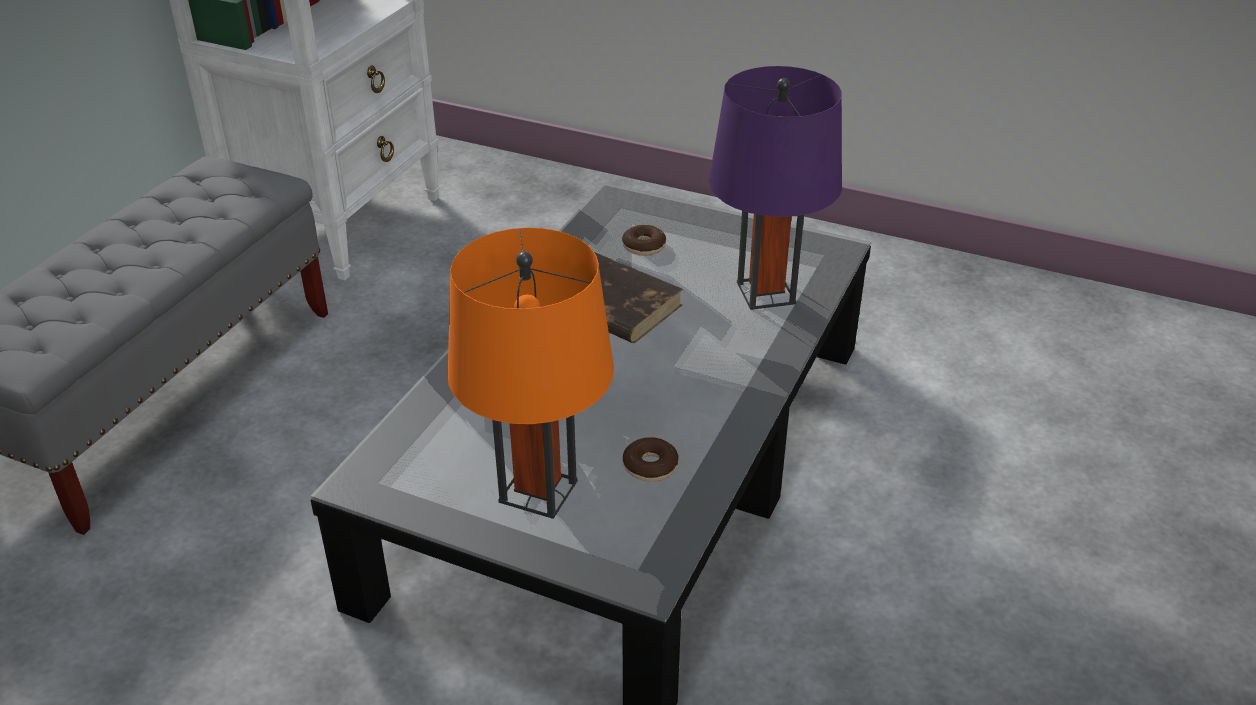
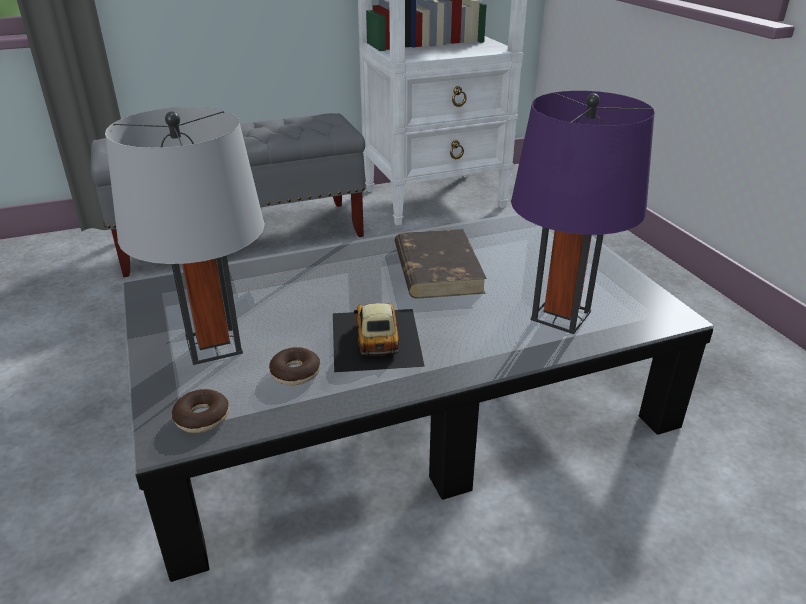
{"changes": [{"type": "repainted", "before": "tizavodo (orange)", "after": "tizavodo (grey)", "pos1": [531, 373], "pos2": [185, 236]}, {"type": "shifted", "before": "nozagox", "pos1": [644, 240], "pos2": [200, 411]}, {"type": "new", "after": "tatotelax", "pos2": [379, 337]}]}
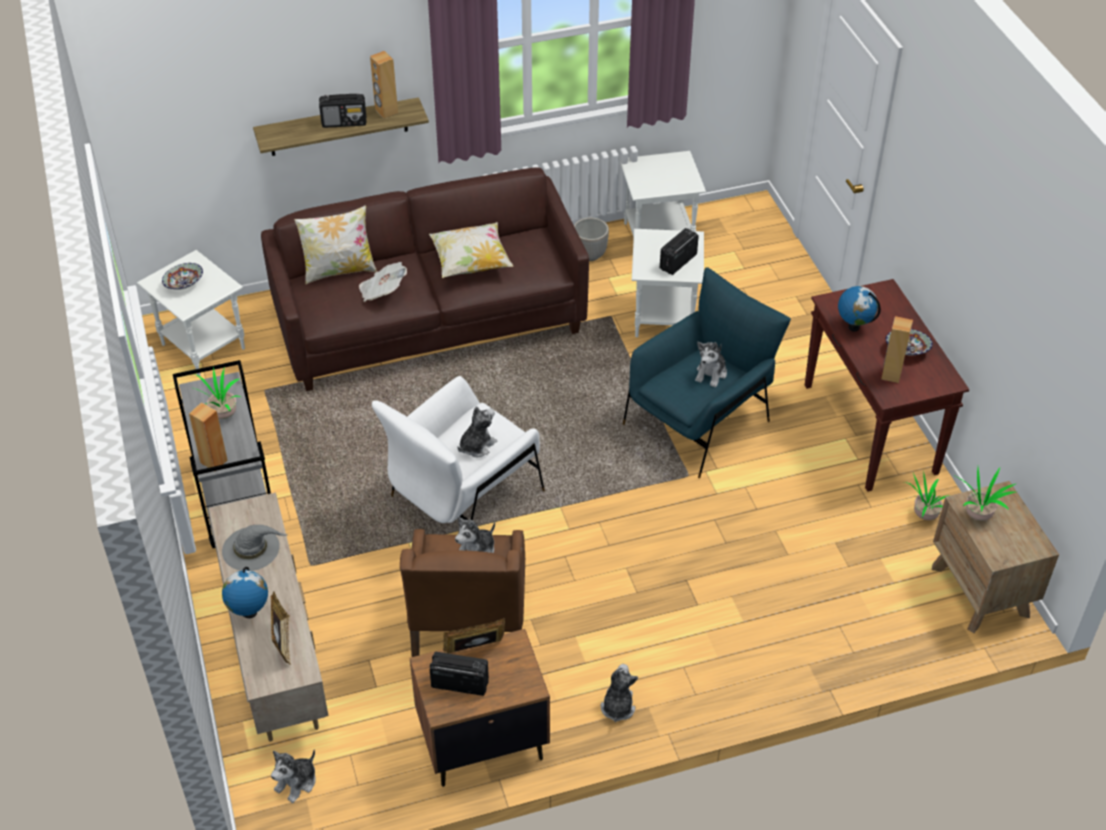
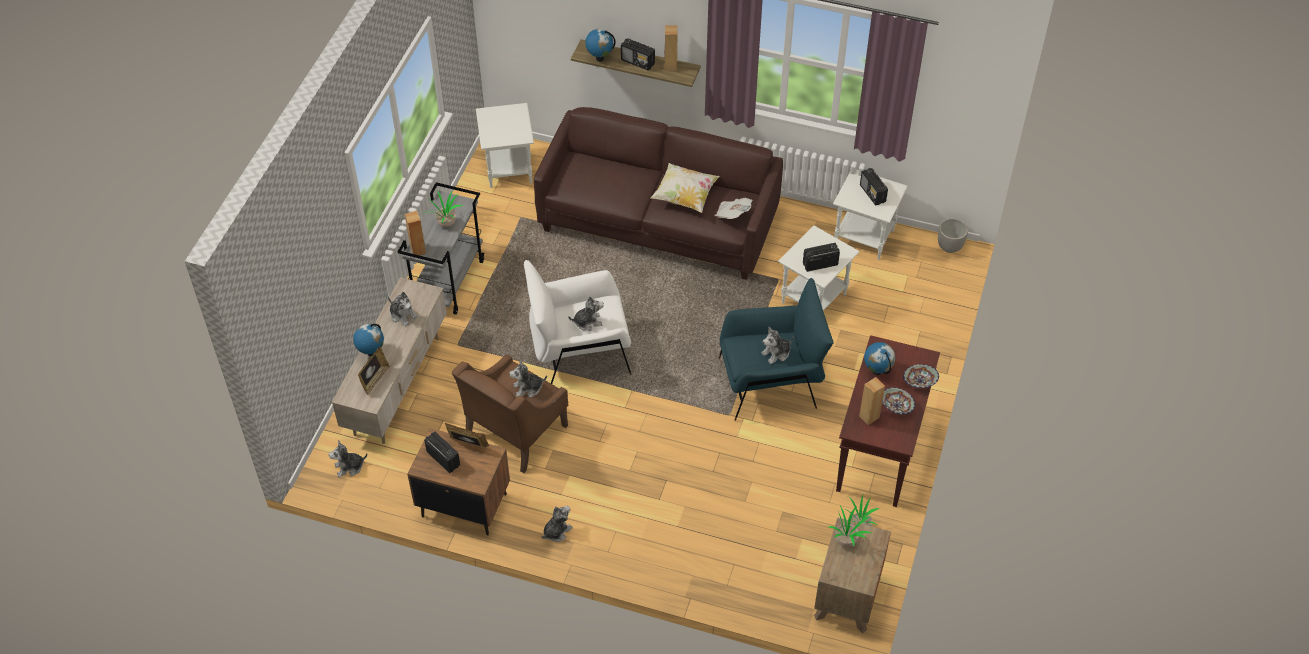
{"changes": [{"type": "shifted", "before": "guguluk", "pos1": [182, 276], "pos2": [921, 376]}, {"type": "swapped", "before": "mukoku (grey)", "after": "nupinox", "pos1": [255, 548], "pos2": [403, 309]}, {"type": "gone", "before": "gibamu", "pos1": [335, 244]}, {"type": "shifted", "before": "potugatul", "pos1": [383, 282], "pos2": [734, 208]}, {"type": "shifted", "before": "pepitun", "pos1": [591, 239], "pos2": [953, 235]}, {"type": "new", "after": "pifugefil", "pos2": [600, 45]}, {"type": "new", "after": "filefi", "pos2": [874, 187]}]}
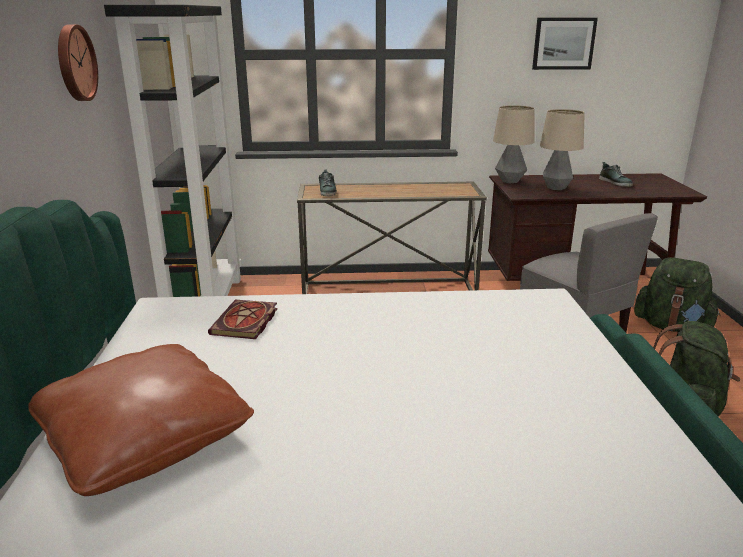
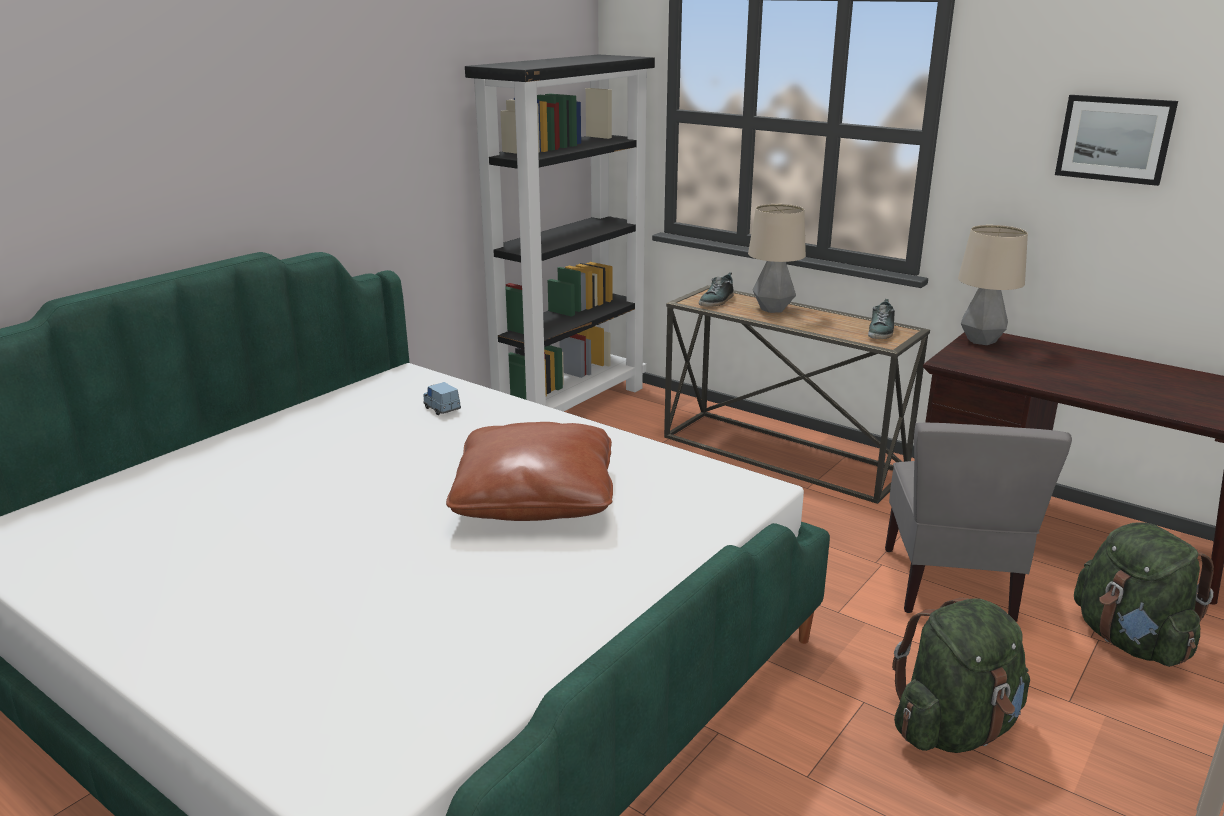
{"changes": [{"type": "shifted", "before": "gibamu (brown)", "pos1": [141, 420], "pos2": [529, 471]}, {"type": "gone", "before": "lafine", "pos1": [78, 62]}, {"type": "swapped", "before": "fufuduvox", "after": "tatotelax (blue)", "pos1": [243, 319], "pos2": [442, 398]}, {"type": "shifted", "before": "tizavodo", "pos1": [562, 149], "pos2": [777, 258]}, {"type": "shifted", "before": "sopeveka", "pos1": [616, 174], "pos2": [881, 319]}]}
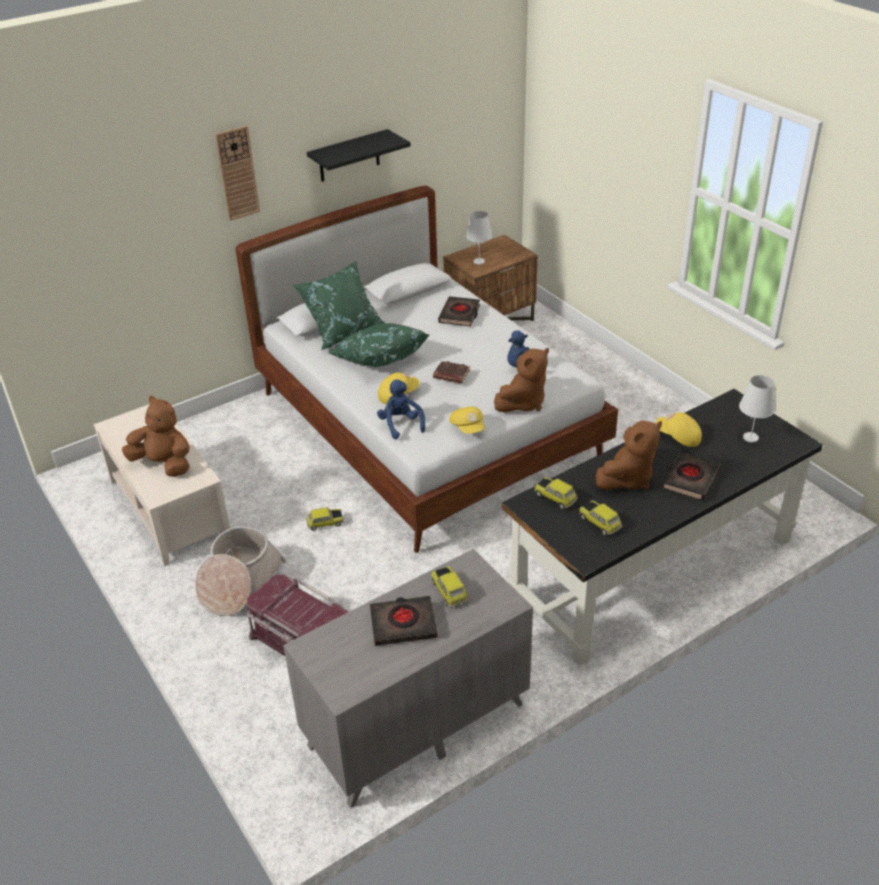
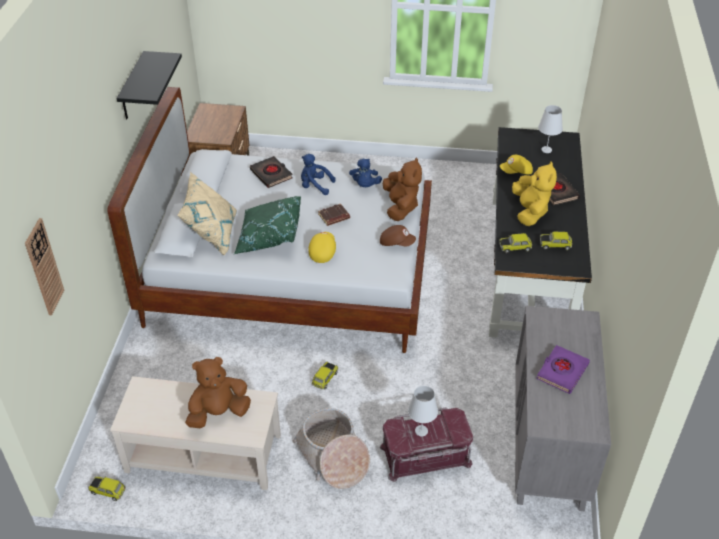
{"changes": [{"type": "shifted", "before": "lafine", "pos1": [237, 173], "pos2": [44, 266]}, {"type": "repainted", "before": "gibamu (green)", "after": "gibamu (beige)", "pos1": [338, 305], "pos2": [207, 213]}, {"type": "repainted", "before": "fufuduvox (black)", "after": "fufuduvox (purple)", "pos1": [404, 621], "pos2": [563, 369]}, {"type": "shifted", "before": "nupinox (blue)", "pos1": [401, 409], "pos2": [318, 174]}, {"type": "shifted", "before": "tatotelax", "pos1": [449, 586], "pos2": [107, 488]}, {"type": "repainted", "before": "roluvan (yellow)", "after": "roluvan (brown)", "pos1": [467, 420], "pos2": [398, 235]}, {"type": "shifted", "before": "tizavodo (white)", "pos1": [479, 237], "pos2": [423, 411]}, {"type": "repainted", "before": "nupinox (brown)", "after": "nupinox (yellow)", "pos1": [628, 455], "pos2": [534, 194]}]}
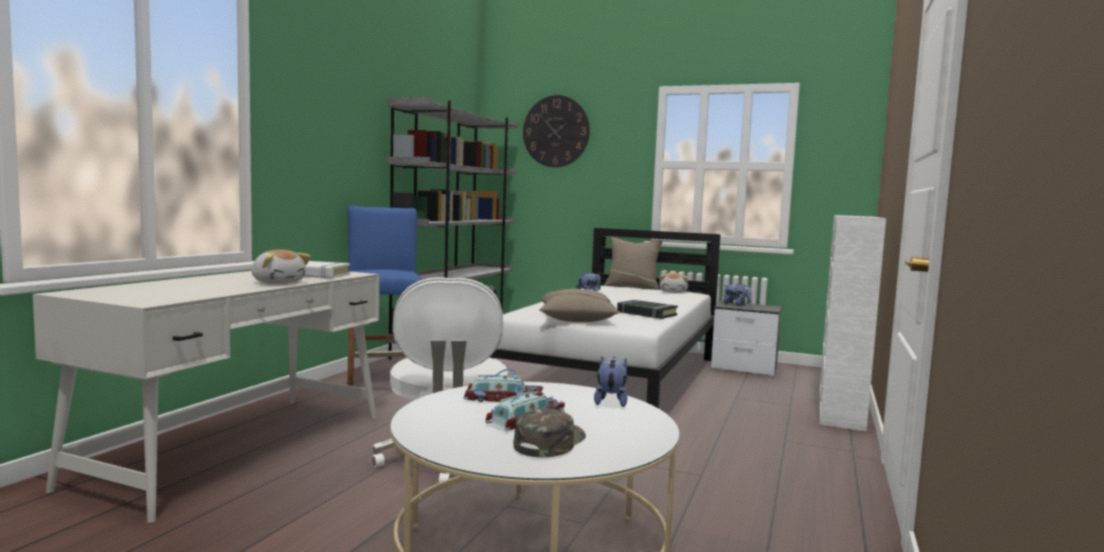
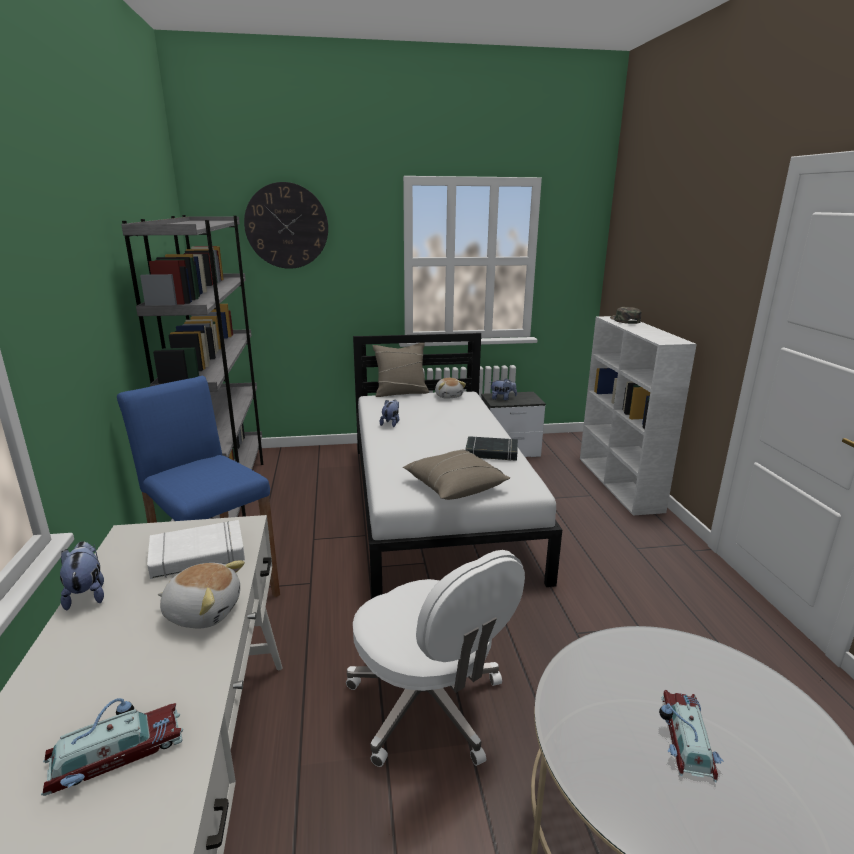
{"changes": [{"type": "shifted", "before": "tatotelax", "pos1": [503, 385], "pos2": [112, 747]}, {"type": "shifted", "before": "roluvan (green)", "pos1": [549, 432], "pos2": [626, 315]}, {"type": "shifted", "before": "nupinox", "pos1": [610, 381], "pos2": [82, 575]}]}
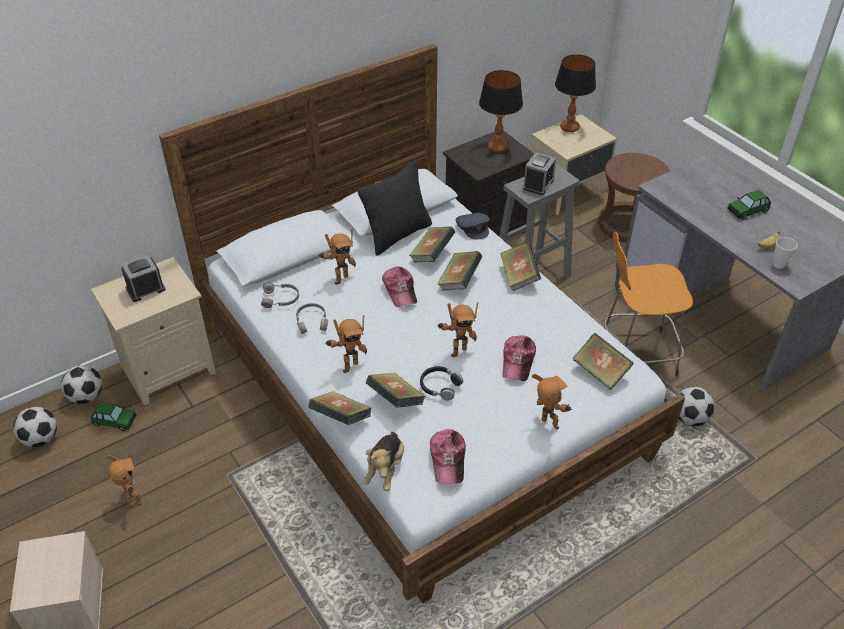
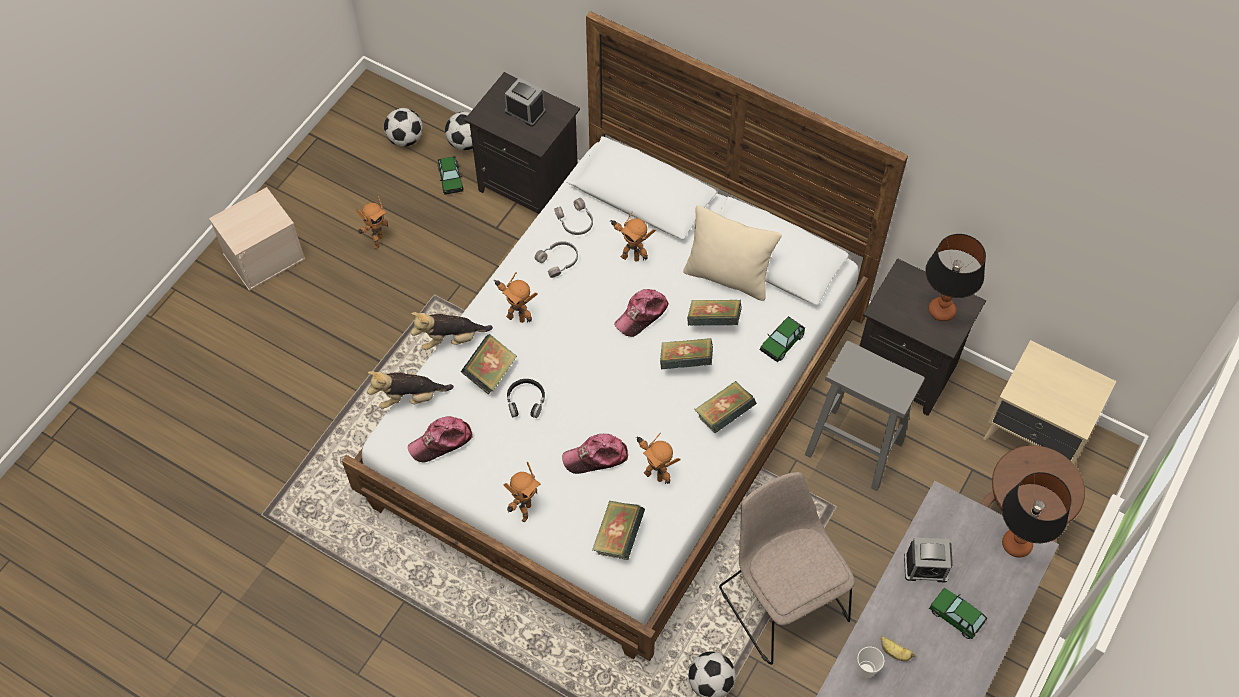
{"changes": [{"type": "repainted", "before": "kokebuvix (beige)", "after": "kokebuvix (black)", "pos1": [153, 331], "pos2": [522, 142]}, {"type": "swapped", "before": "fufuduvox", "after": "nupinox", "pos1": [340, 408], "pos2": [452, 331]}, {"type": "repainted", "before": "gibamu (black)", "after": "gibamu (beige)", "pos1": [395, 207], "pos2": [732, 253]}, {"type": "shifted", "before": "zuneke", "pos1": [457, 329], "pos2": [658, 458]}, {"type": "swapped", "before": "roluvan (grey)", "after": "tatotelax", "pos1": [473, 226], "pos2": [782, 339]}, {"type": "shifted", "before": "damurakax", "pos1": [539, 173], "pos2": [928, 560]}, {"type": "shifted", "before": "tizavodo", "pos1": [575, 93], "pos2": [1036, 515]}, {"type": "swapped", "before": "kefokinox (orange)", "after": "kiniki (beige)", "pos1": [648, 304], "pos2": [787, 568]}]}
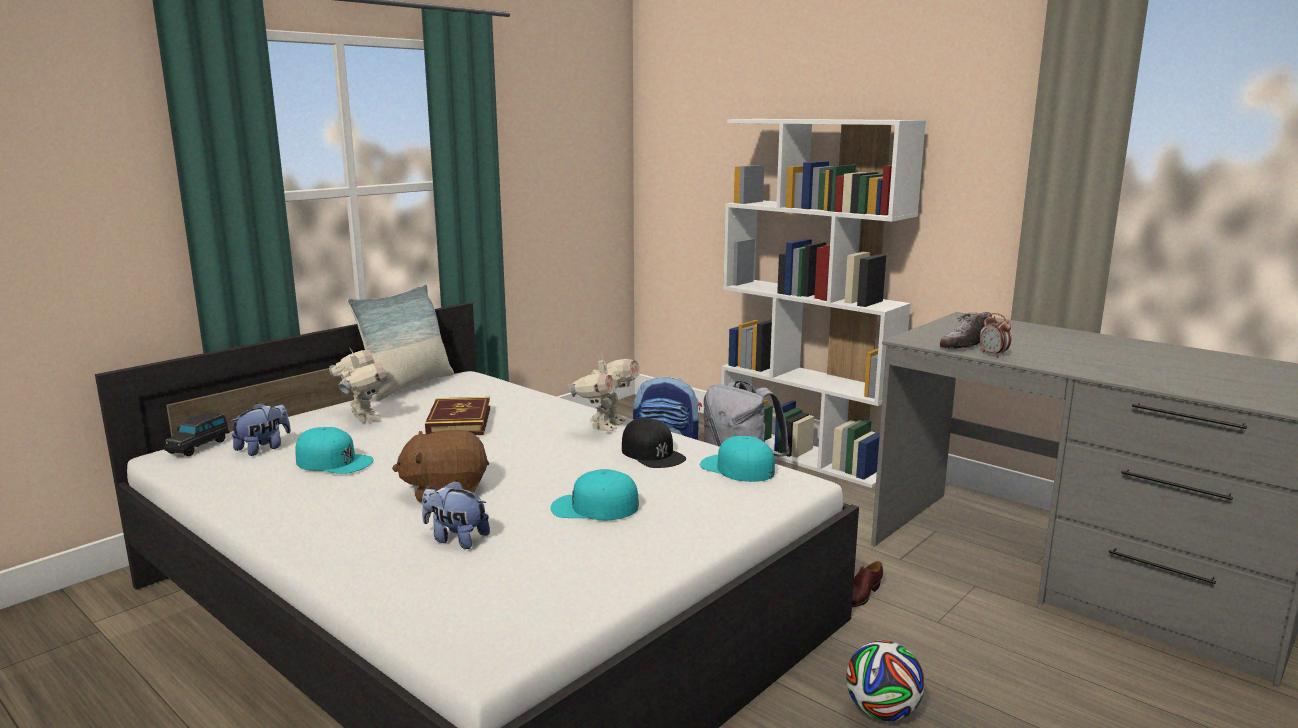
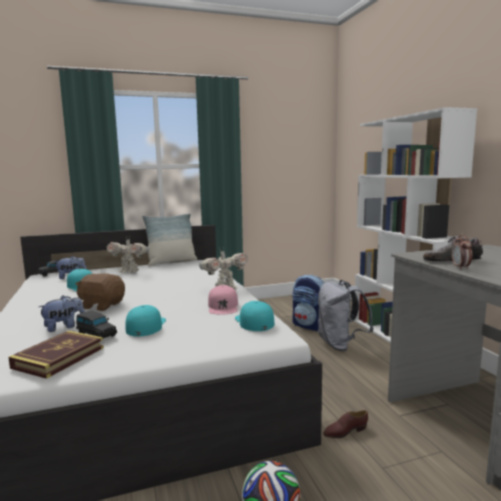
{"changes": [{"type": "rotated", "before": "zuneke", "pos1": [358, 385], "pos2": [128, 254], "turn": 105}, {"type": "rotated", "before": "nupinox", "pos1": [456, 514], "pos2": [61, 313], "turn": 90}, {"type": "shifted", "before": "fufuduvox", "pos1": [457, 416], "pos2": [56, 355]}, {"type": "rotated", "before": "roluvan (turquoise)", "pos1": [594, 494], "pos2": [145, 321], "turn": 60}, {"type": "repainted", "before": "roluvan (black)", "after": "roluvan (pink)", "pos1": [654, 443], "pos2": [223, 300]}, {"type": "new", "after": "tatotelax (black)", "pos2": [96, 324]}]}
